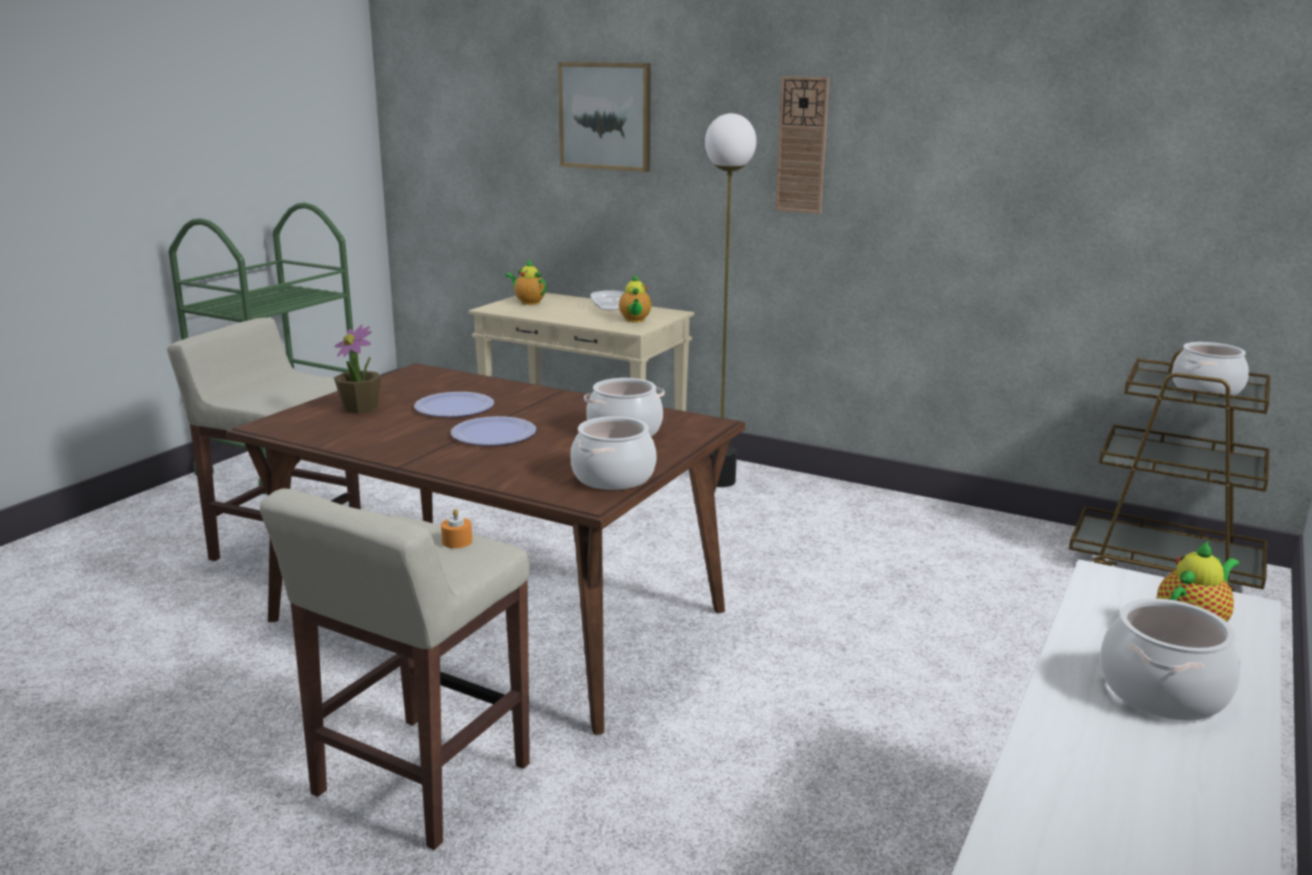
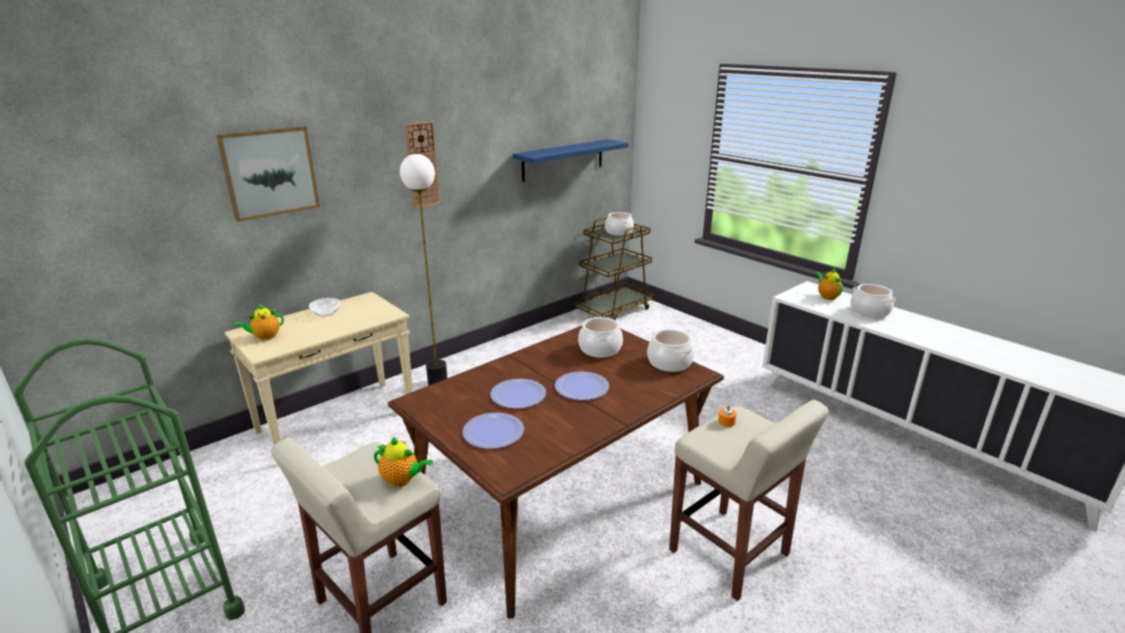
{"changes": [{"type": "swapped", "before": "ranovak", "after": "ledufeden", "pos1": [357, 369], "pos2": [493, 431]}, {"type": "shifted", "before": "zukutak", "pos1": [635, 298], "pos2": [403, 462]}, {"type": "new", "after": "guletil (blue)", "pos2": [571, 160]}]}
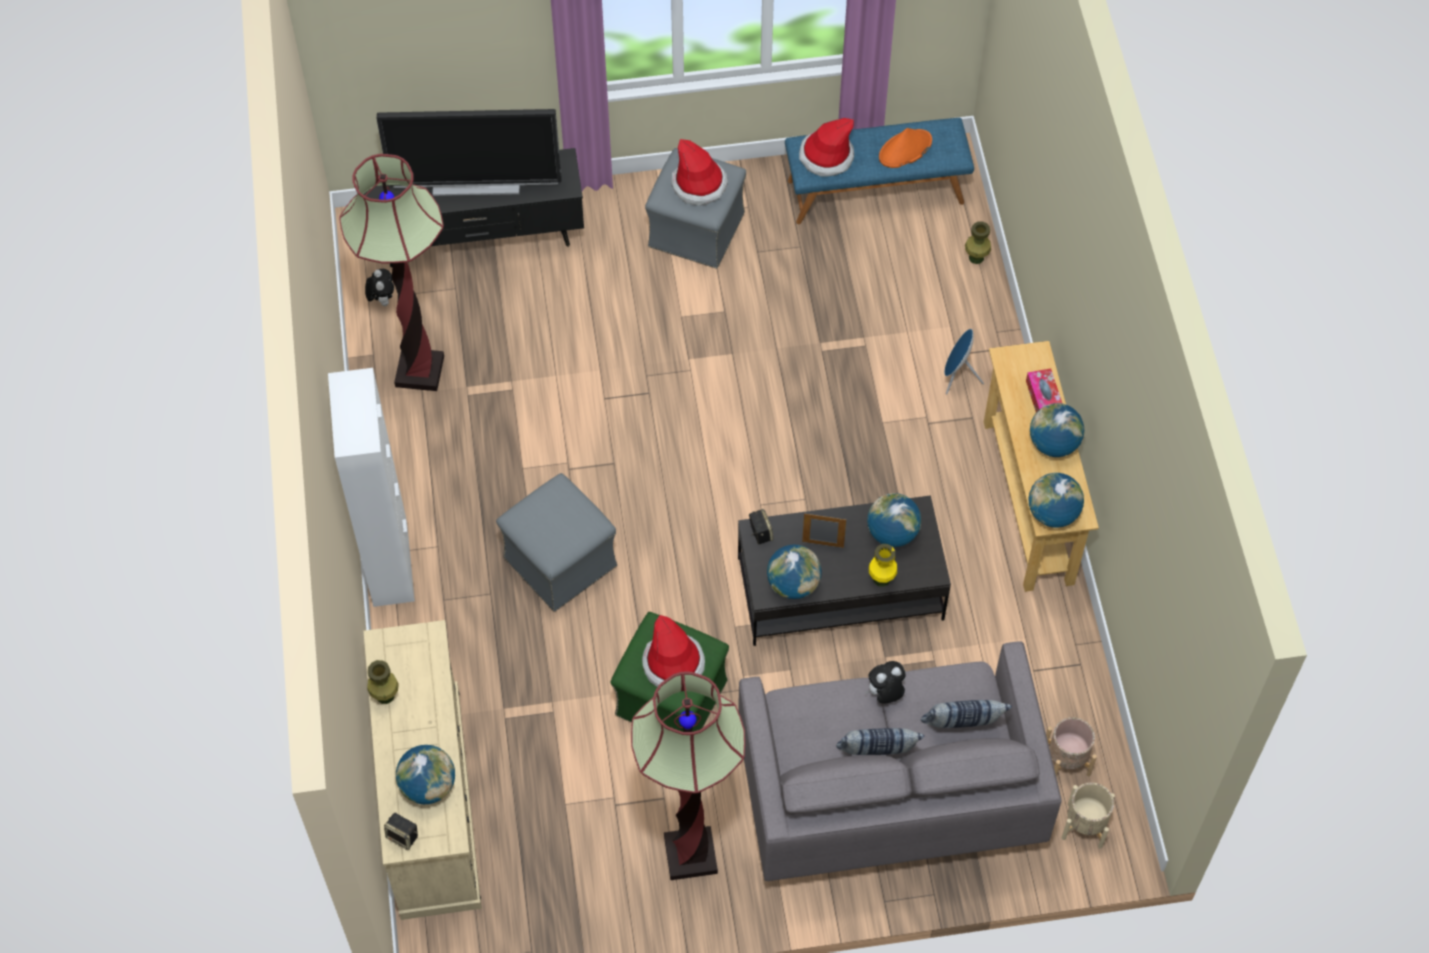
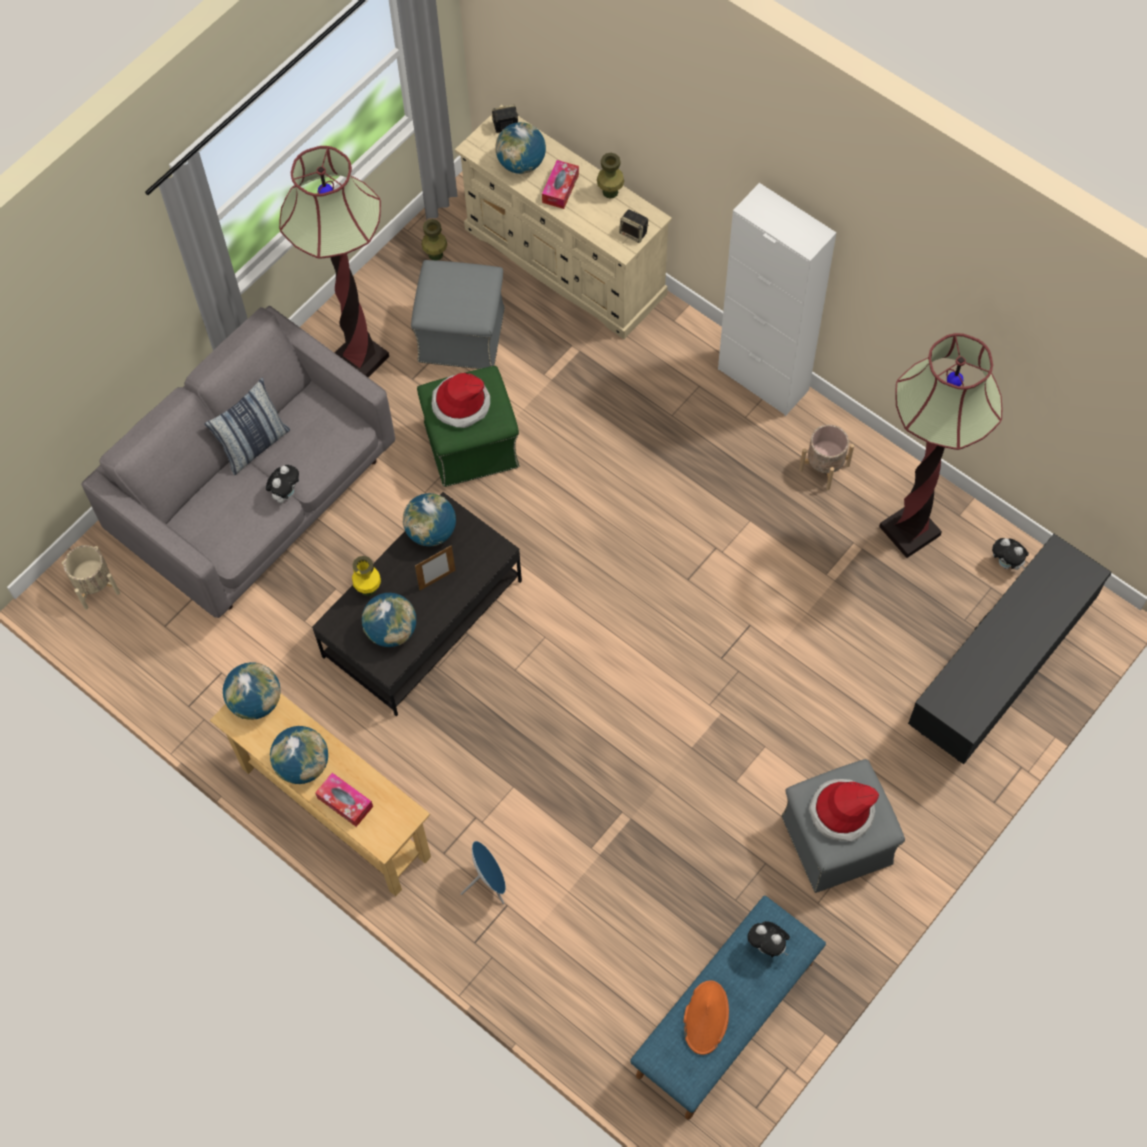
{"changes": [{"type": "gone", "before": "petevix", "pos1": [469, 152]}, {"type": "shifted", "before": "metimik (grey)", "pos1": [556, 542], "pos2": [458, 314]}, {"type": "shifted", "before": "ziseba", "pos1": [761, 526], "pos2": [633, 226]}, {"type": "swapped", "before": "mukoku", "after": "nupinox", "pos1": [826, 147], "pos2": [768, 939]}, {"type": "gone", "before": "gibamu", "pos1": [966, 714]}, {"type": "shifted", "before": "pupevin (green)", "pos1": [978, 242], "pos2": [434, 239]}, {"type": "shifted", "before": "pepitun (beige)", "pos1": [1071, 747], "pos2": [826, 457]}, {"type": "new", "after": "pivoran", "pos2": [560, 184]}]}
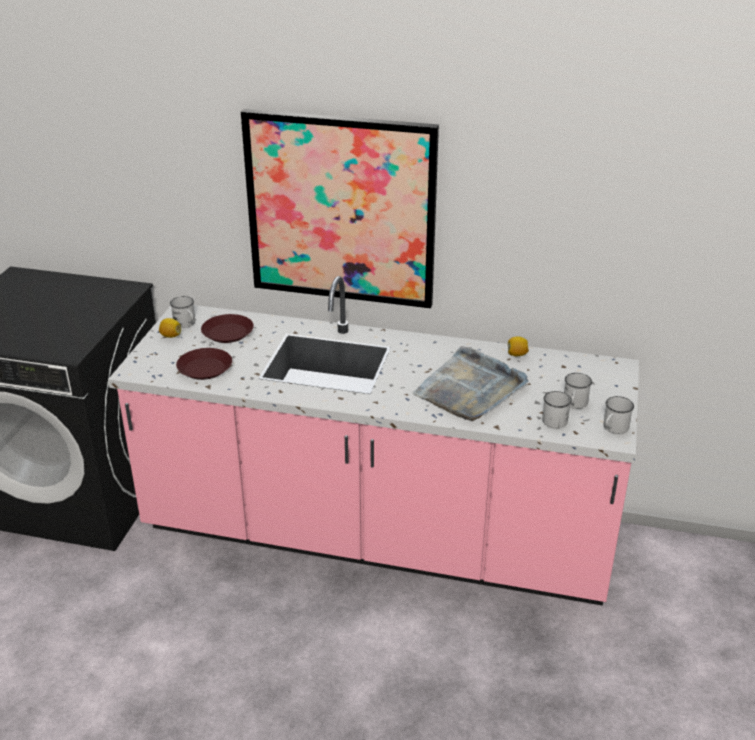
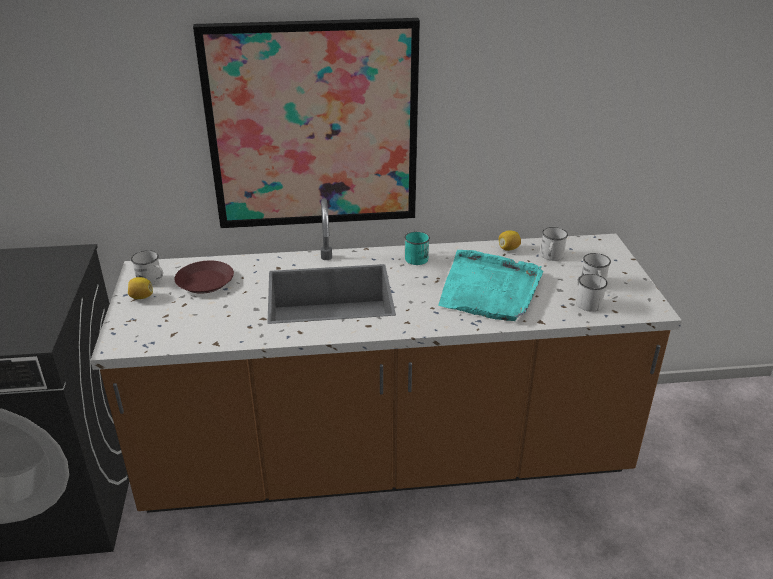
{"changes": [{"type": "repainted", "before": "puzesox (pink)", "after": "puzesox (brown)", "pos1": [373, 441], "pos2": [386, 355]}, {"type": "gone", "before": "ledufeden (brown)", "pos1": [204, 364]}, {"type": "repainted", "before": "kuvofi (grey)", "after": "kuvofi (turquoise)", "pos1": [470, 383], "pos2": [491, 285]}, {"type": "shifted", "before": "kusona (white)", "pos1": [618, 415], "pos2": [554, 244]}, {"type": "new", "after": "kusona (turquoise)", "pos2": [417, 248]}]}
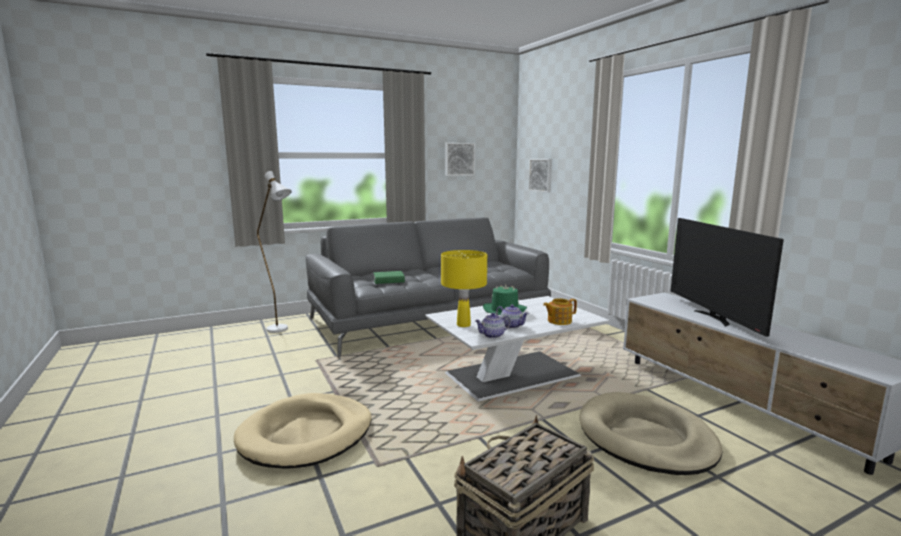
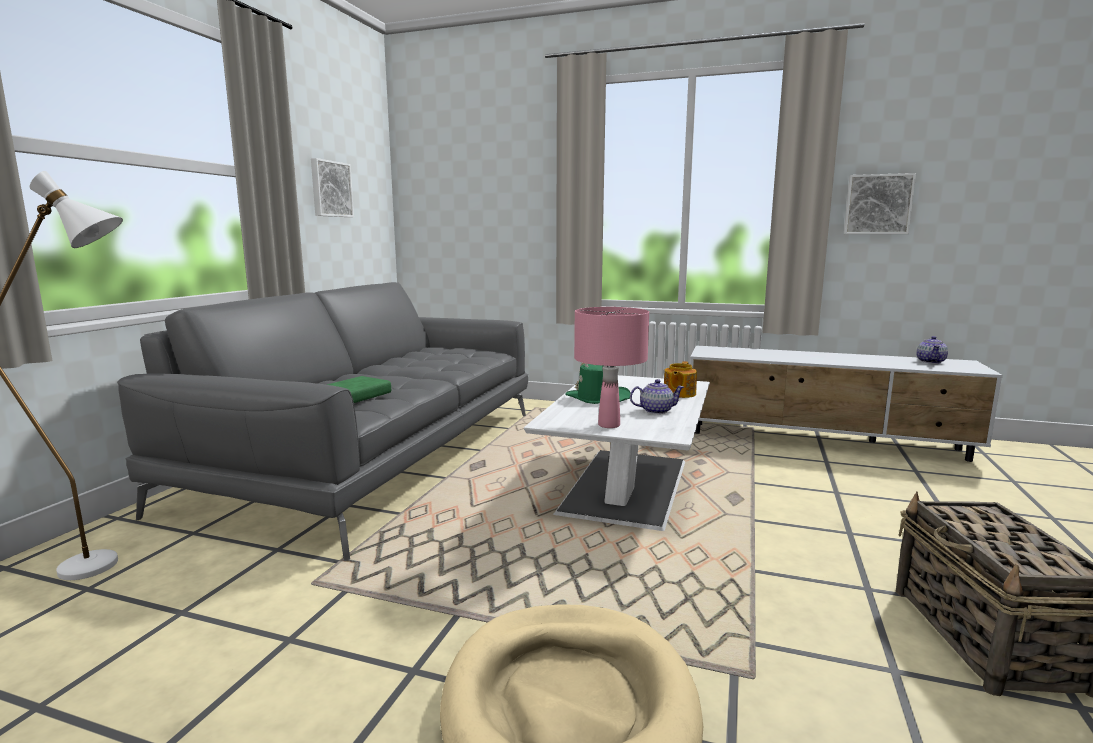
{"changes": [{"type": "repainted", "before": "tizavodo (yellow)", "after": "tizavodo (pink)", "pos1": [464, 288], "pos2": [611, 367]}, {"type": "shifted", "before": "zukutak", "pos1": [493, 325], "pos2": [932, 350]}, {"type": "shifted", "before": "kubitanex", "pos1": [540, 176], "pos2": [880, 203]}, {"type": "gone", "before": "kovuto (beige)", "pos1": [651, 433]}, {"type": "gone", "before": "petevix", "pos1": [727, 277]}]}
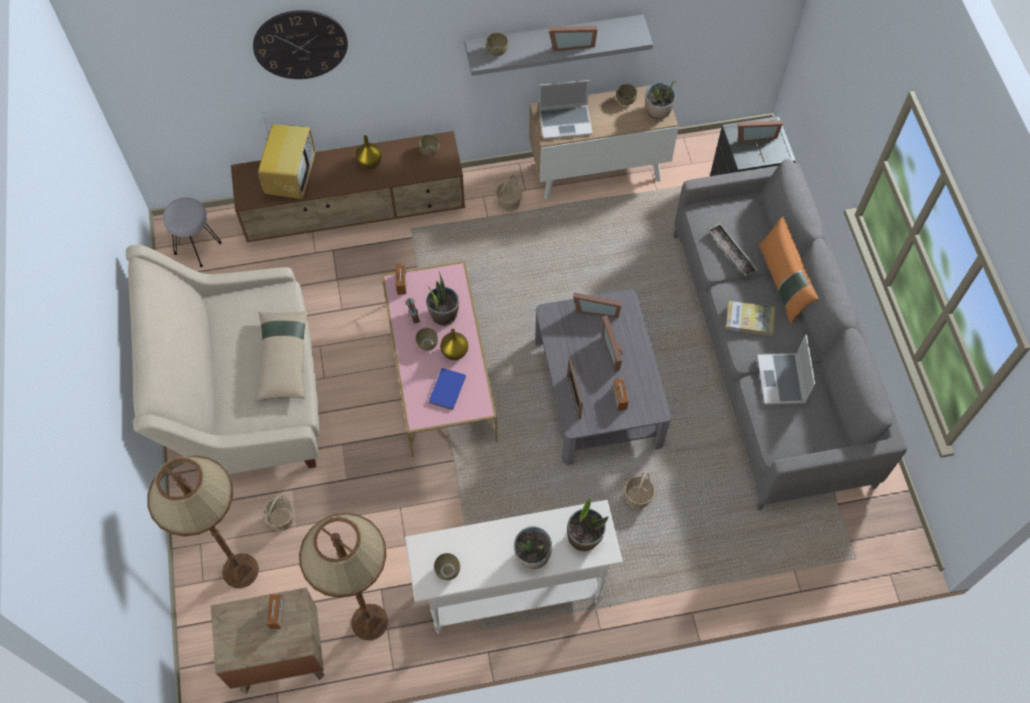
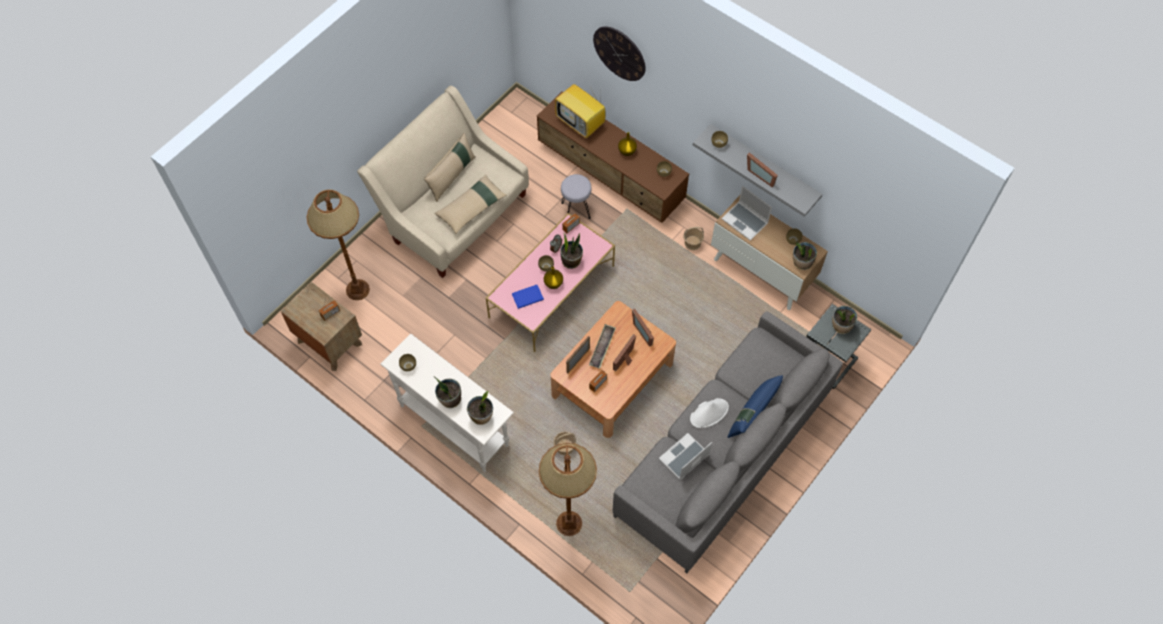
{"changes": [{"type": "shifted", "before": "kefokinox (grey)", "pos1": [192, 232], "pos2": [576, 196]}, {"type": "rotated", "before": "petevix", "pos1": [286, 155], "pos2": [580, 111], "turn": 75}, {"type": "gone", "before": "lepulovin", "pos1": [278, 512]}, {"type": "shifted", "before": "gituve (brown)", "pos1": [343, 576], "pos2": [567, 489]}, {"type": "repainted", "before": "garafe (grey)", "after": "garafe (brown)", "pos1": [603, 377], "pos2": [613, 369]}, {"type": "shifted", "before": "kuvofi", "pos1": [733, 249], "pos2": [602, 346]}, {"type": "swapped", "before": "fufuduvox", "after": "mukoku (white)", "pos1": [750, 318], "pos2": [709, 413]}, {"type": "swapped", "before": "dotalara", "after": "ranovak", "pos1": [760, 132], "pos2": [844, 320]}, {"type": "repainted", "before": "gibamu (orange)", "after": "gibamu (blue)", "pos1": [788, 270], "pos2": [755, 406]}, {"type": "new", "after": "gibamu (beige)", "pos2": [450, 167]}]}
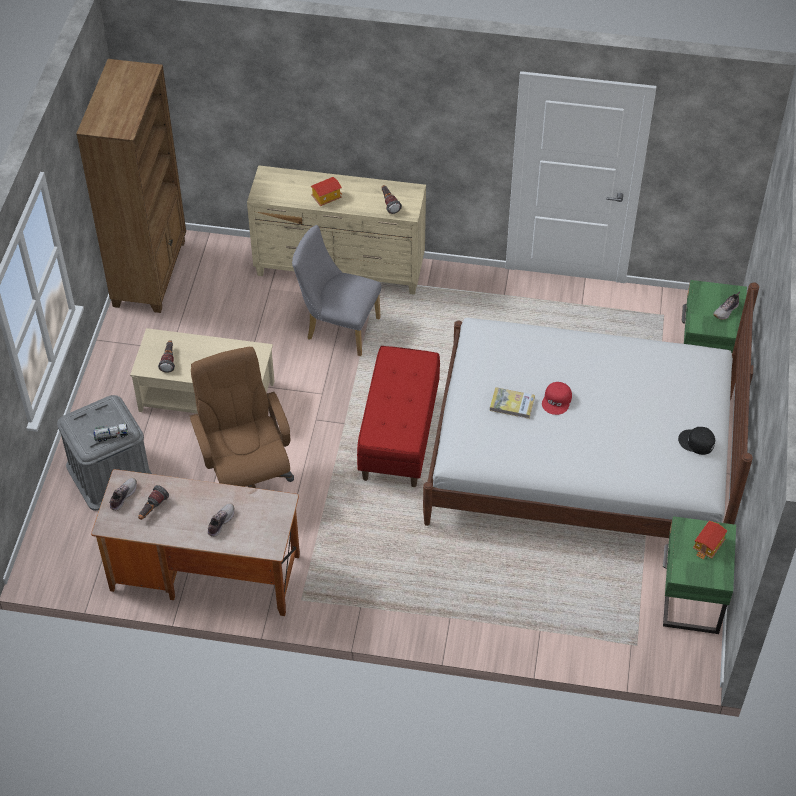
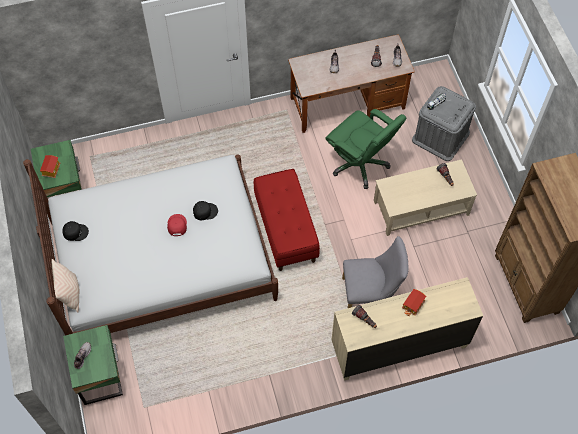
{"changes": [{"type": "repainted", "before": "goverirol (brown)", "after": "goverirol (green)", "pos1": [241, 417], "pos2": [365, 149]}, {"type": "swapped", "before": "fufuduvox", "after": "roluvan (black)", "pos1": [512, 403], "pos2": [205, 210]}, {"type": "new", "after": "gibamu (beige)", "pos2": [65, 286]}]}
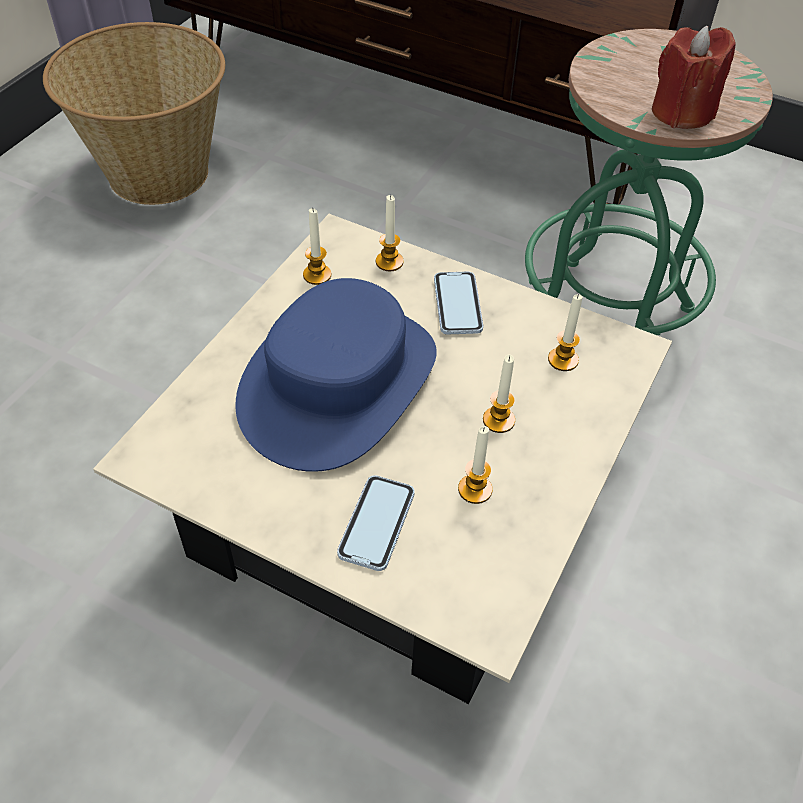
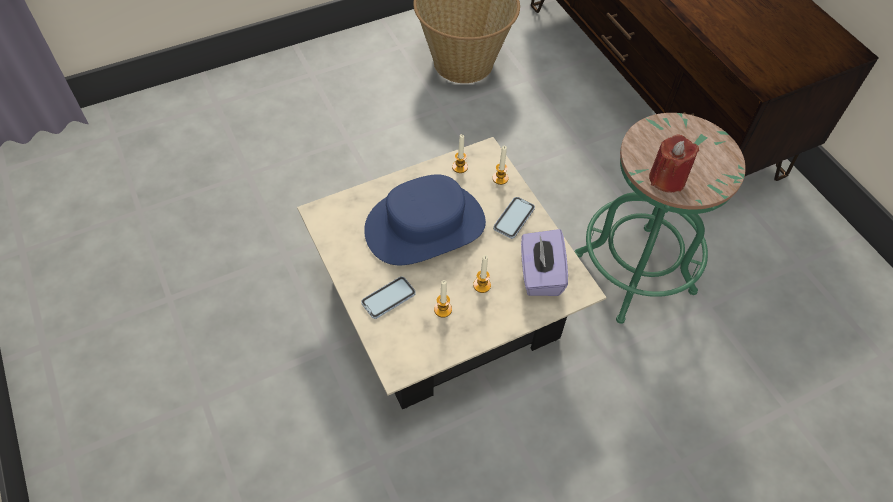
{"changes": [{"type": "swapped", "before": "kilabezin", "after": "pivoran (purple)", "pos1": [565, 332], "pos2": [544, 262]}]}
